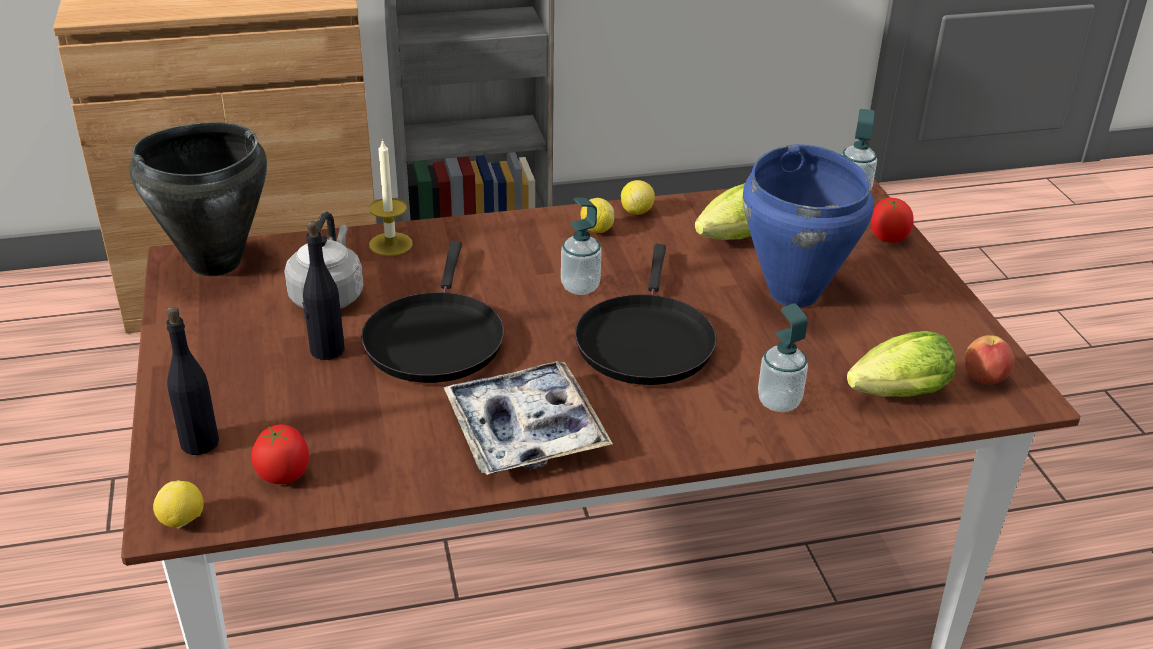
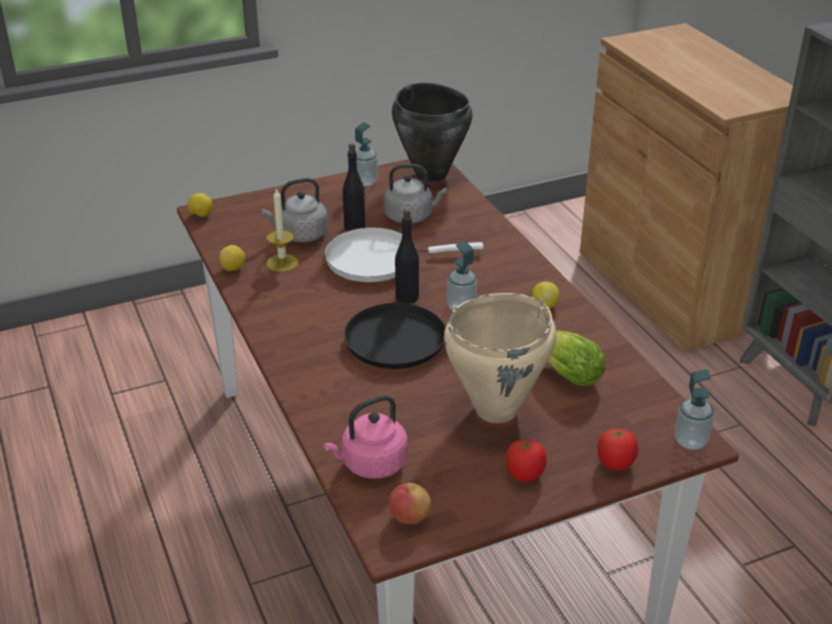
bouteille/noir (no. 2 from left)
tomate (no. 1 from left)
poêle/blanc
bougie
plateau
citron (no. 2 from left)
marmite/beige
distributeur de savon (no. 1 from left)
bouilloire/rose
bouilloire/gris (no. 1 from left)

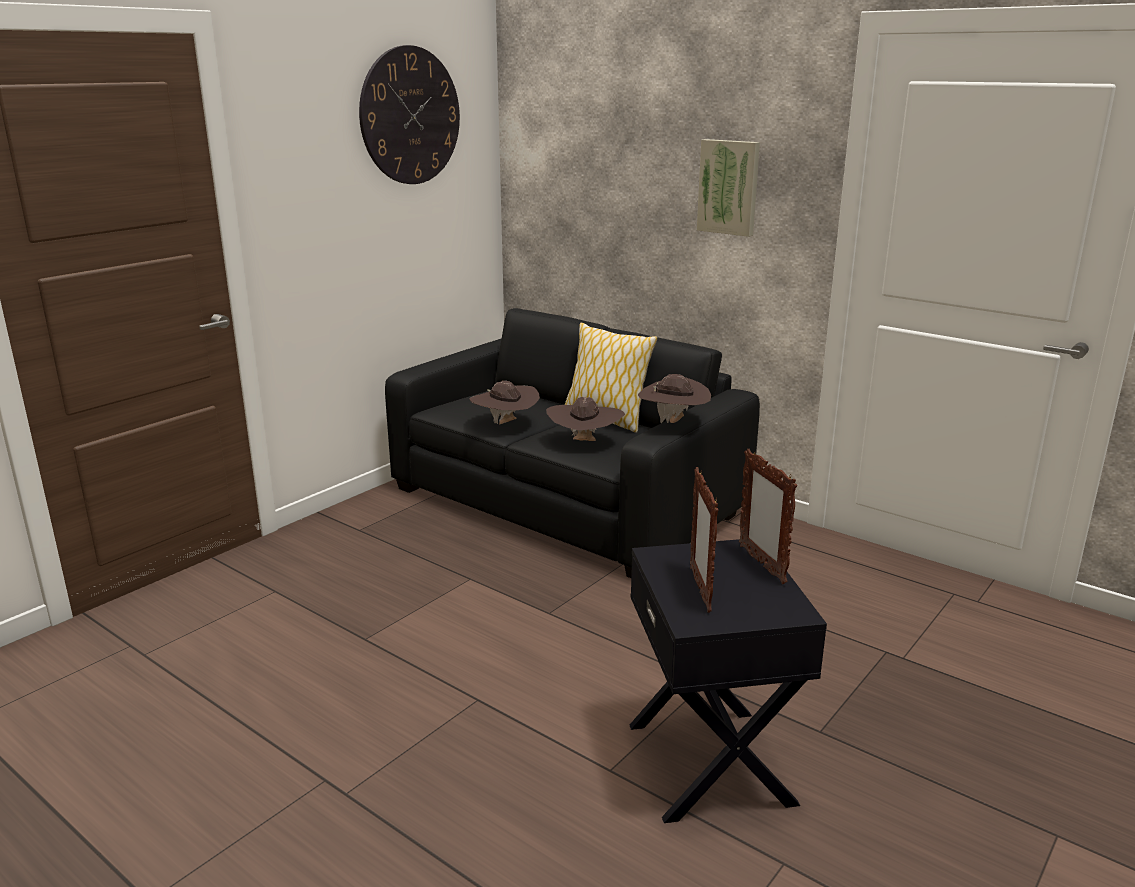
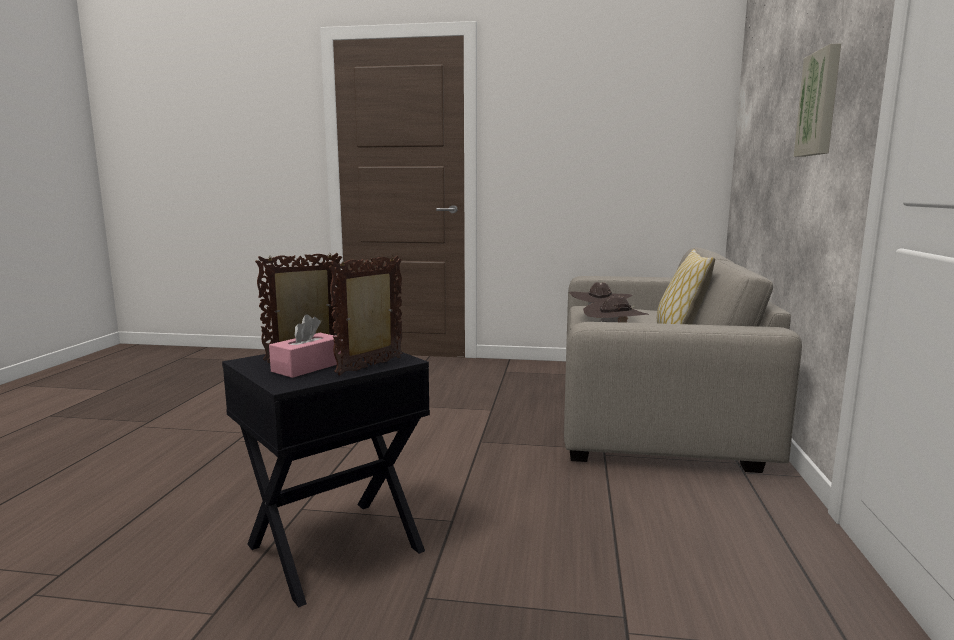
horloge murale
canapé/beige
chapeau/marron (no. 3 from left in the first image)
boîte à mouchoirs/rose

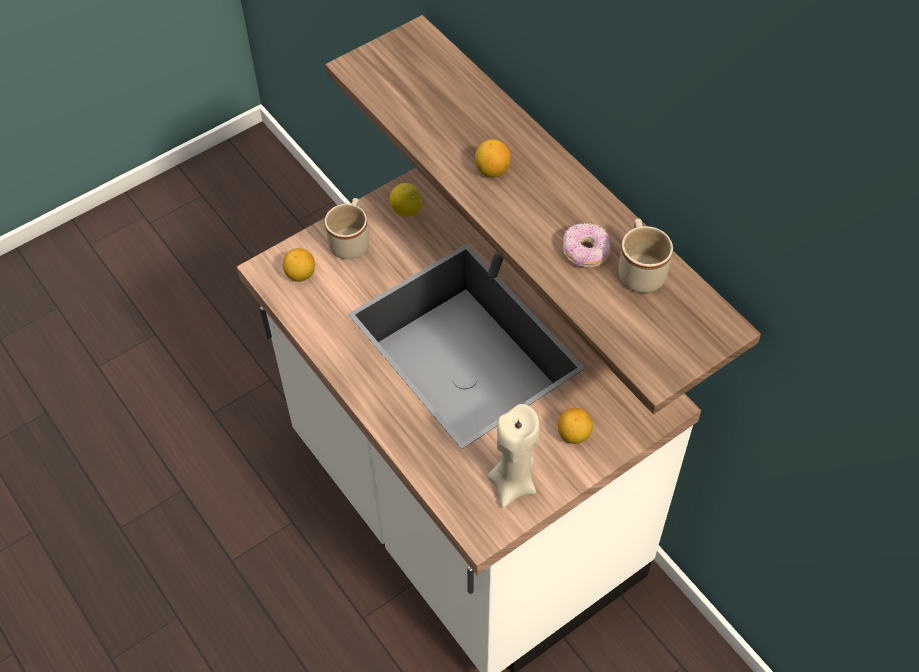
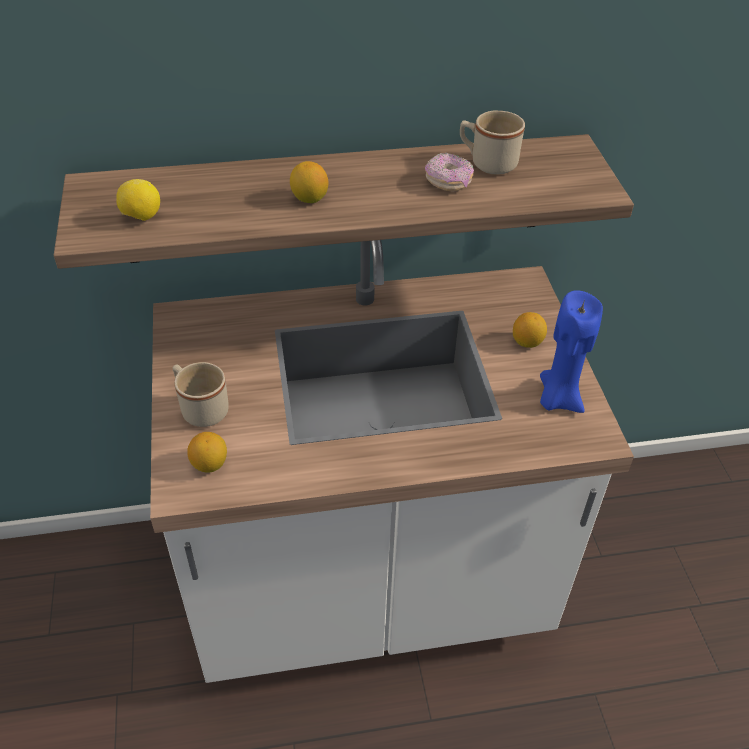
citron (no. 1 from left)
bougie/bleu

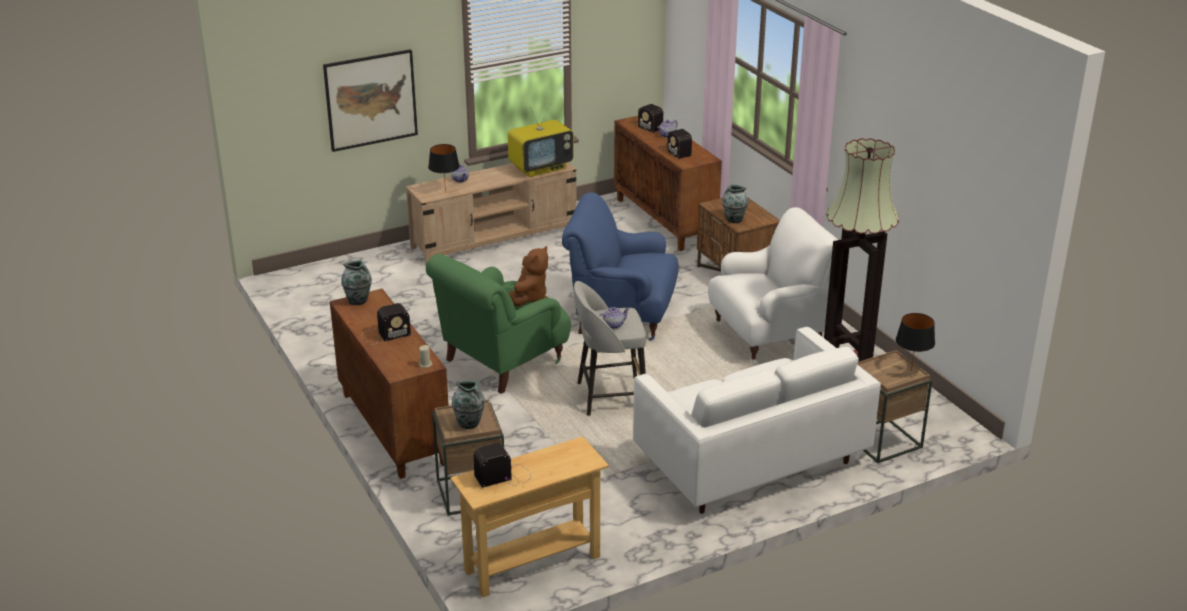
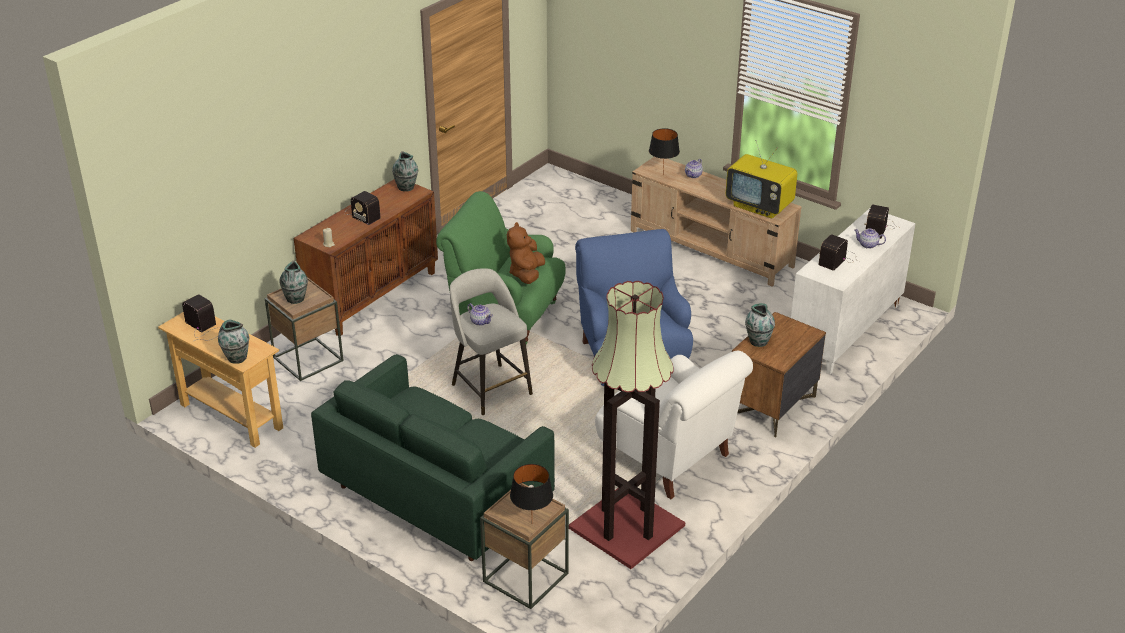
tableau
peluche/marron
meuble de rangement/blanc
canapé/vert
vase (no. 1 from left)

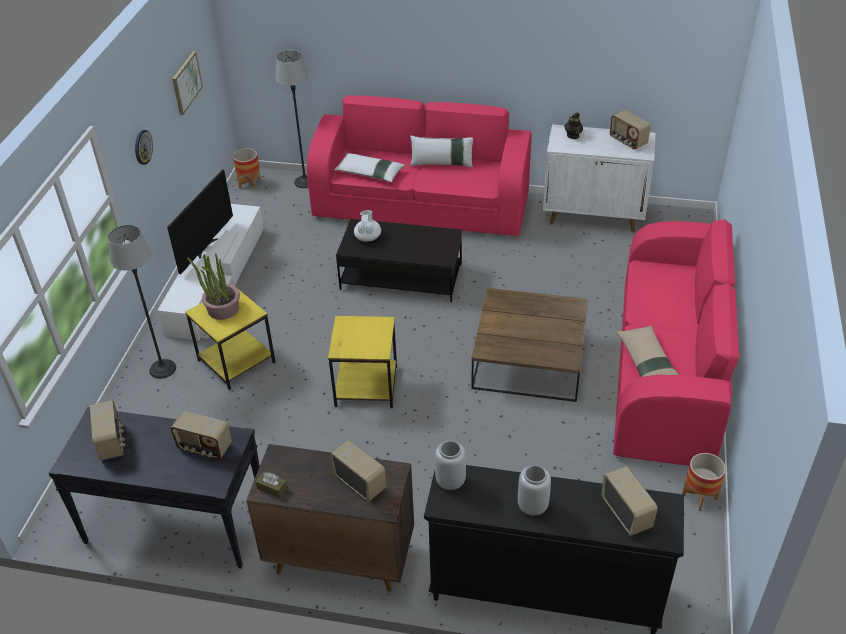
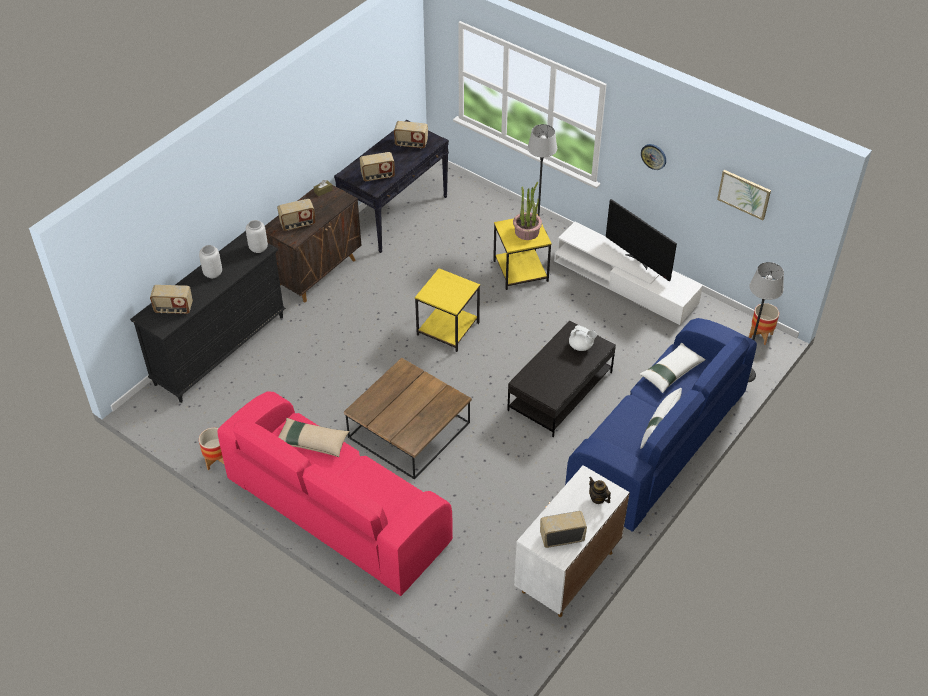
radio (no. 3 from left)
canapé/bleu

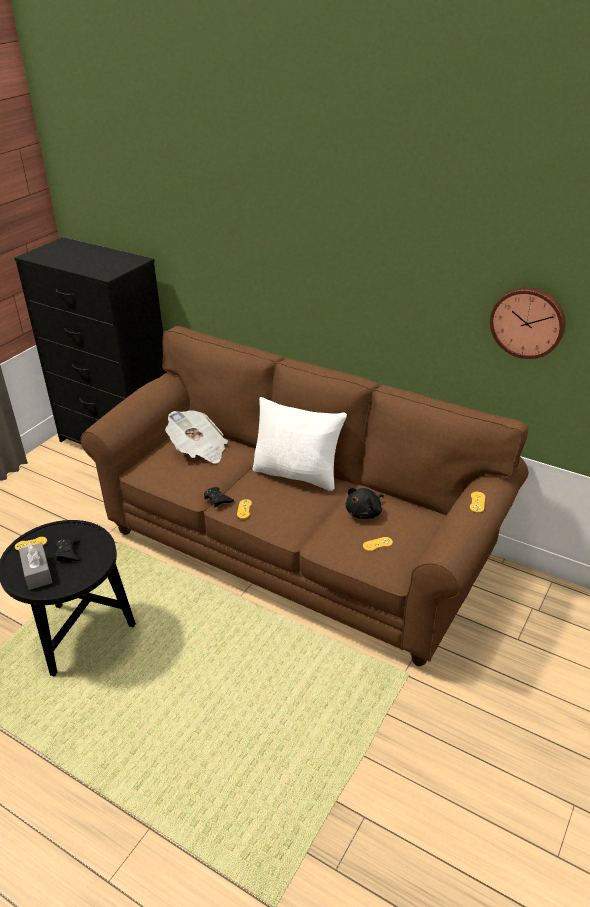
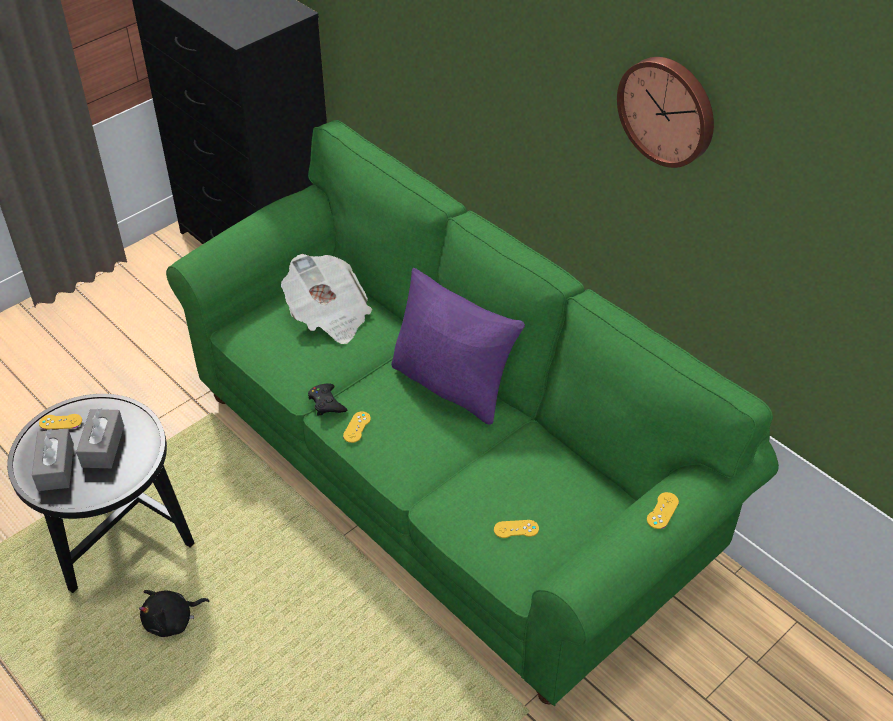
boîte à mouchoirs/gris (no. 2 from left)
canapé/vert
coussin/violet
peluche/noir
horloge murale

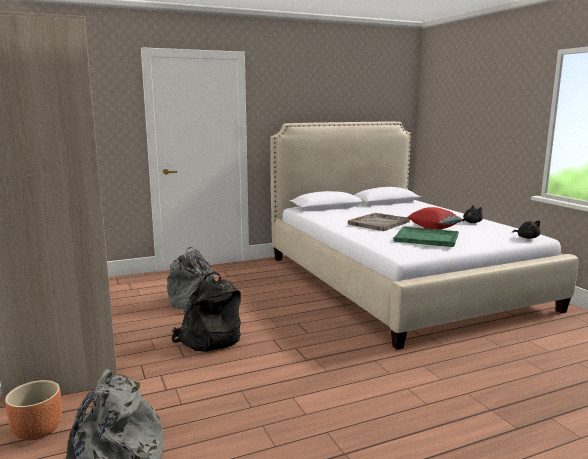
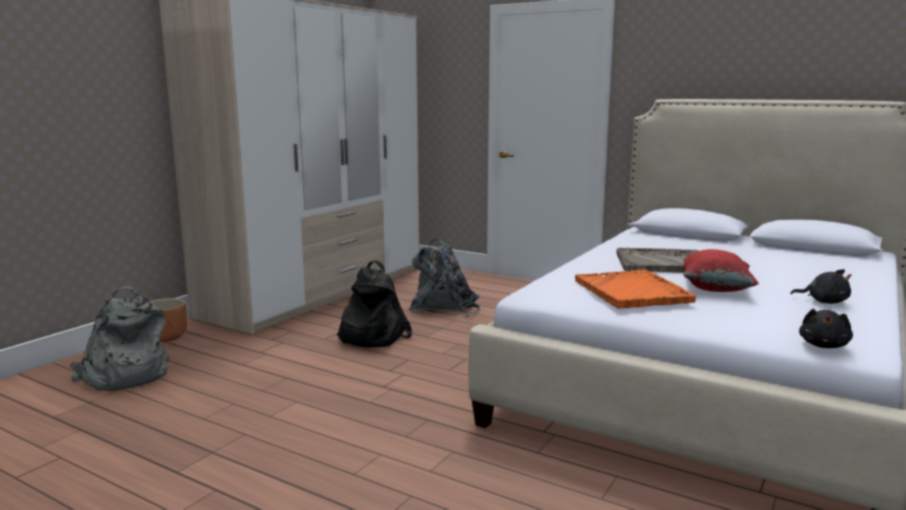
plateau/orange

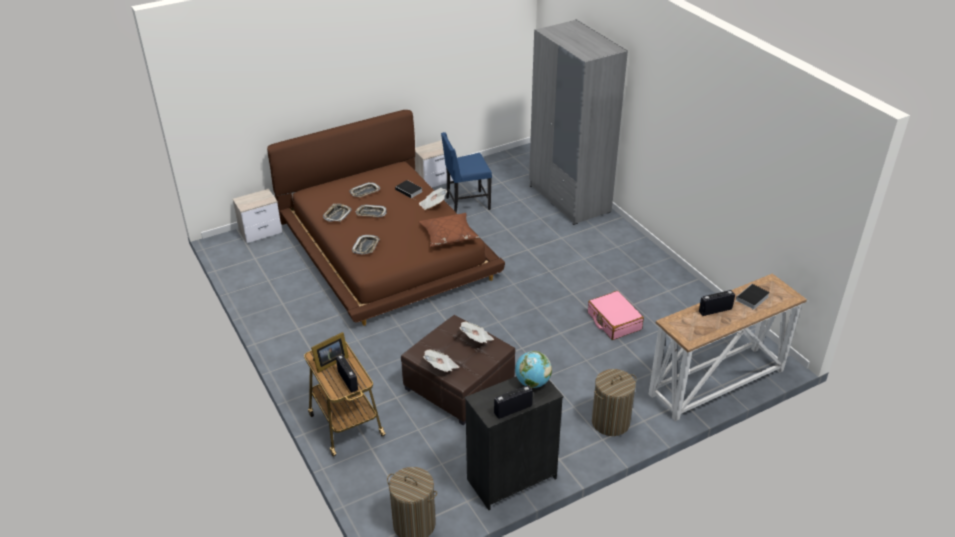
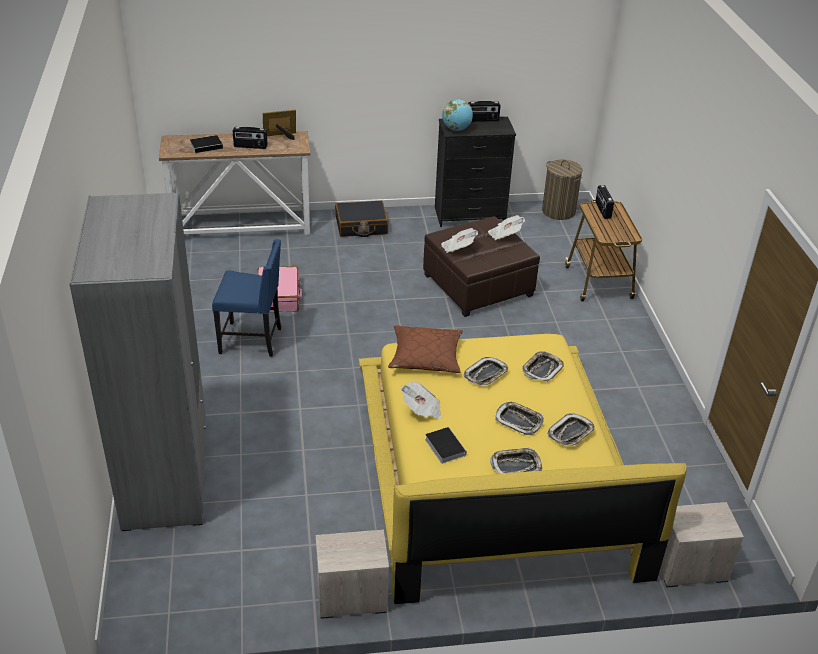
lit/jaune
cadre photo
chaise/bleu
valise/noir
plateau (no. 1 from left)

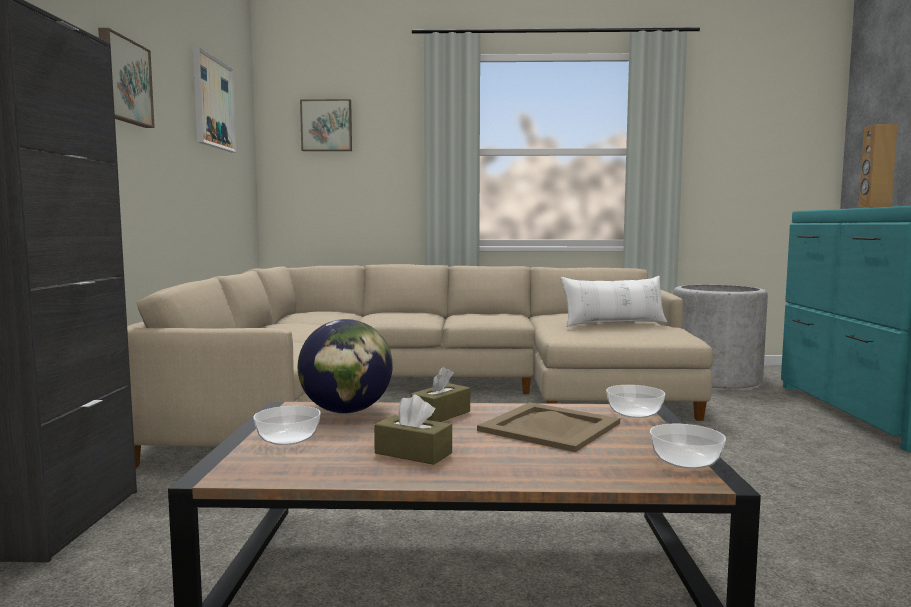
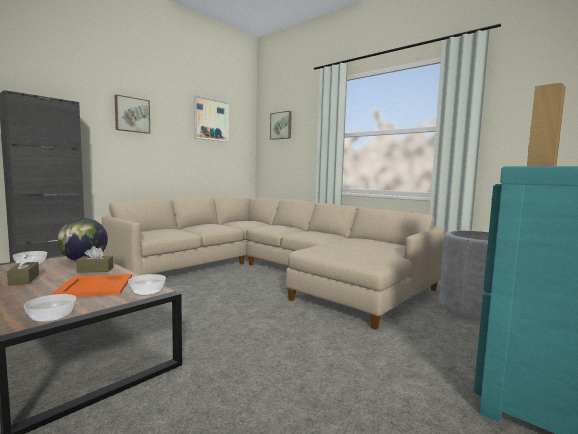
plateau/orange
coussin/blanc

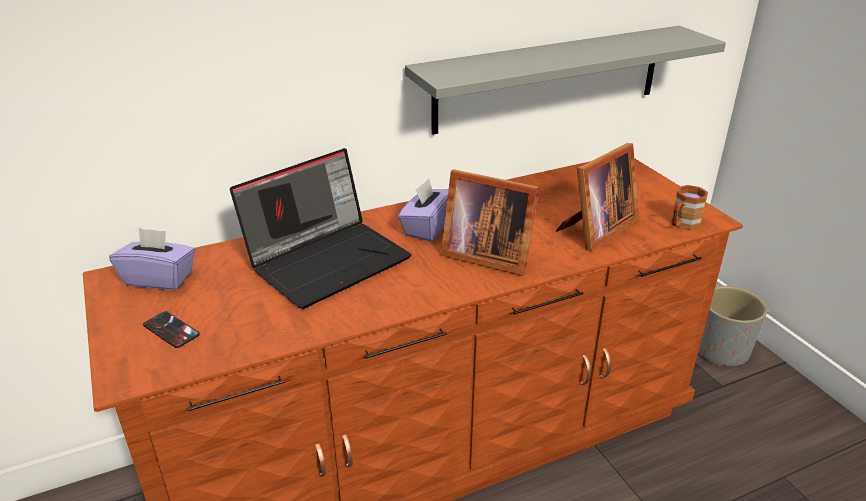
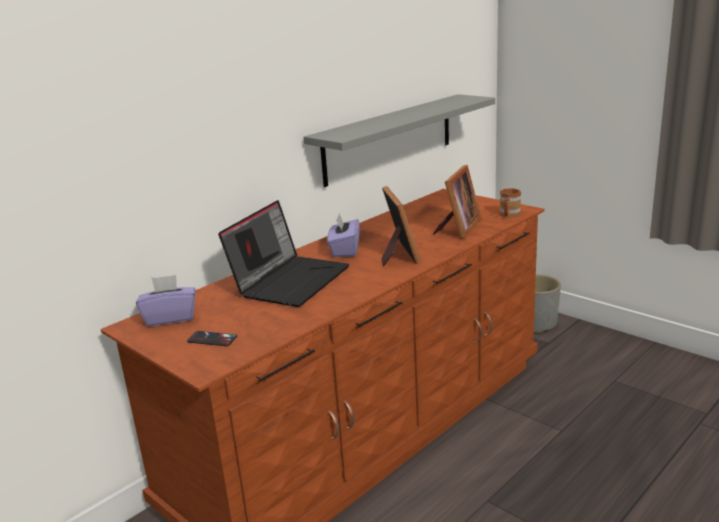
cadre photo (no. 1 from left)

